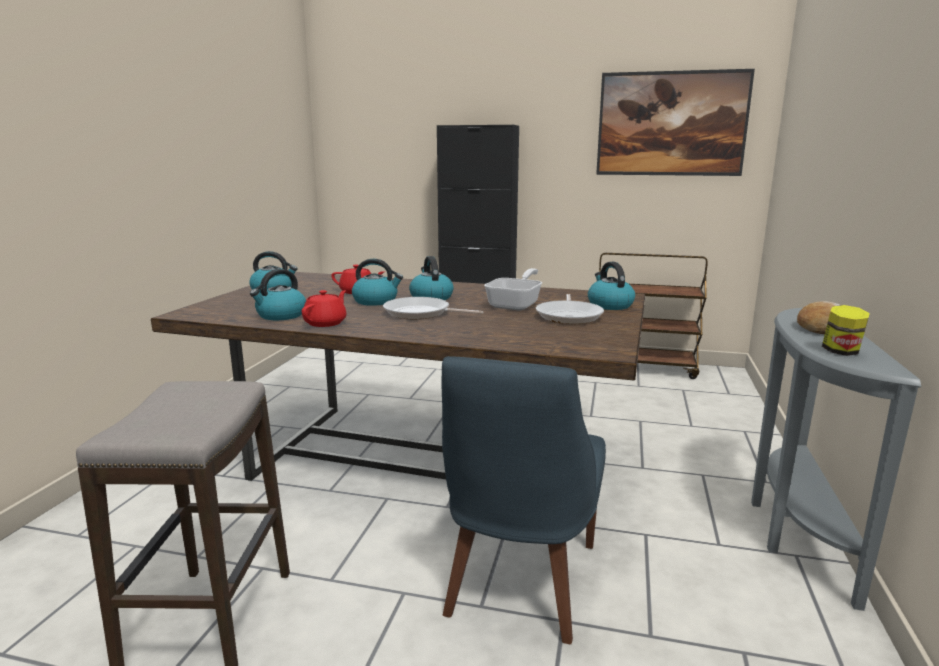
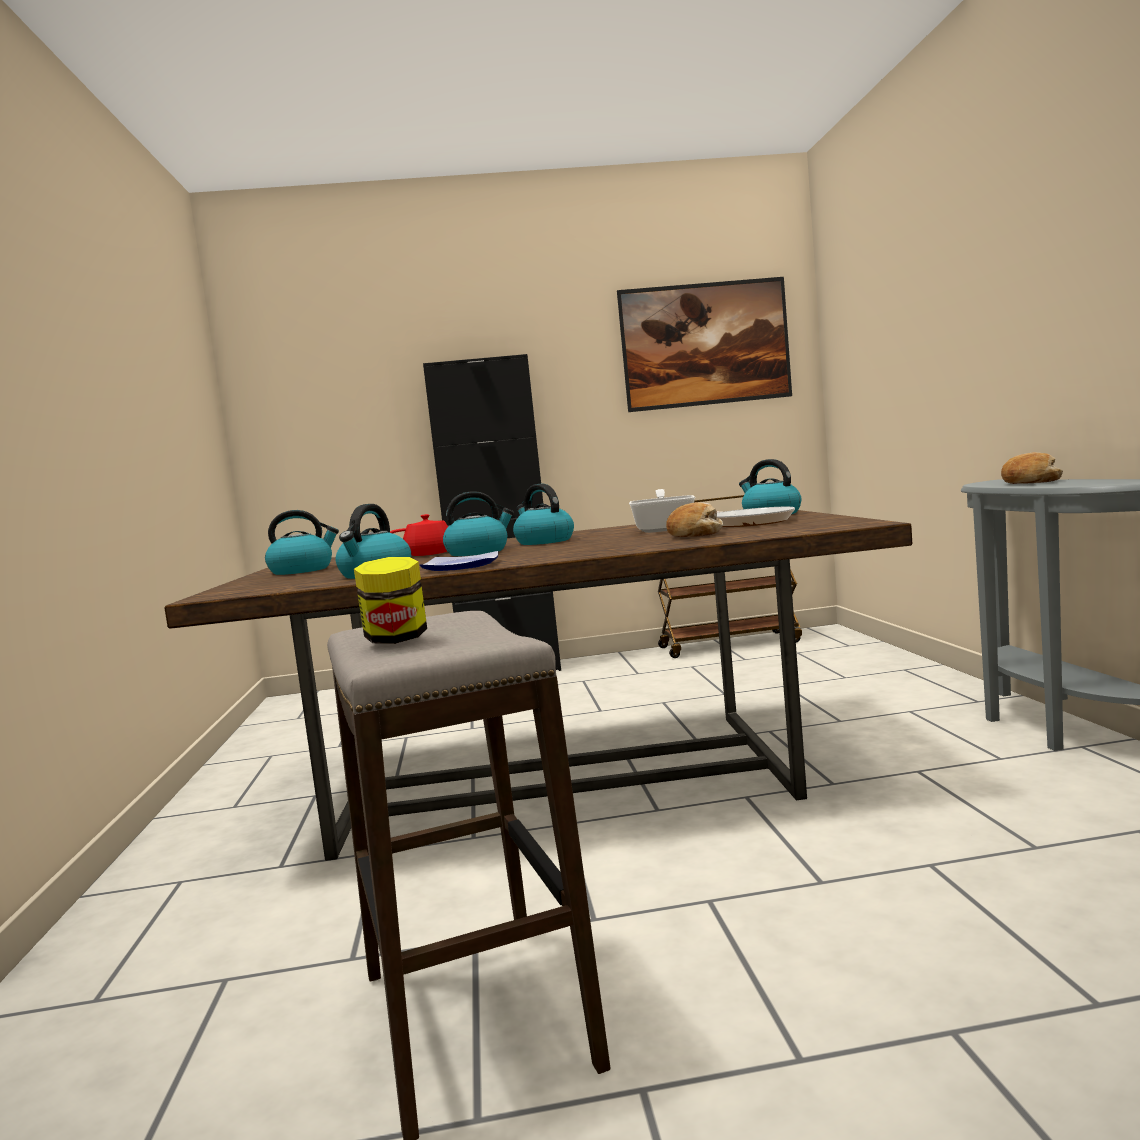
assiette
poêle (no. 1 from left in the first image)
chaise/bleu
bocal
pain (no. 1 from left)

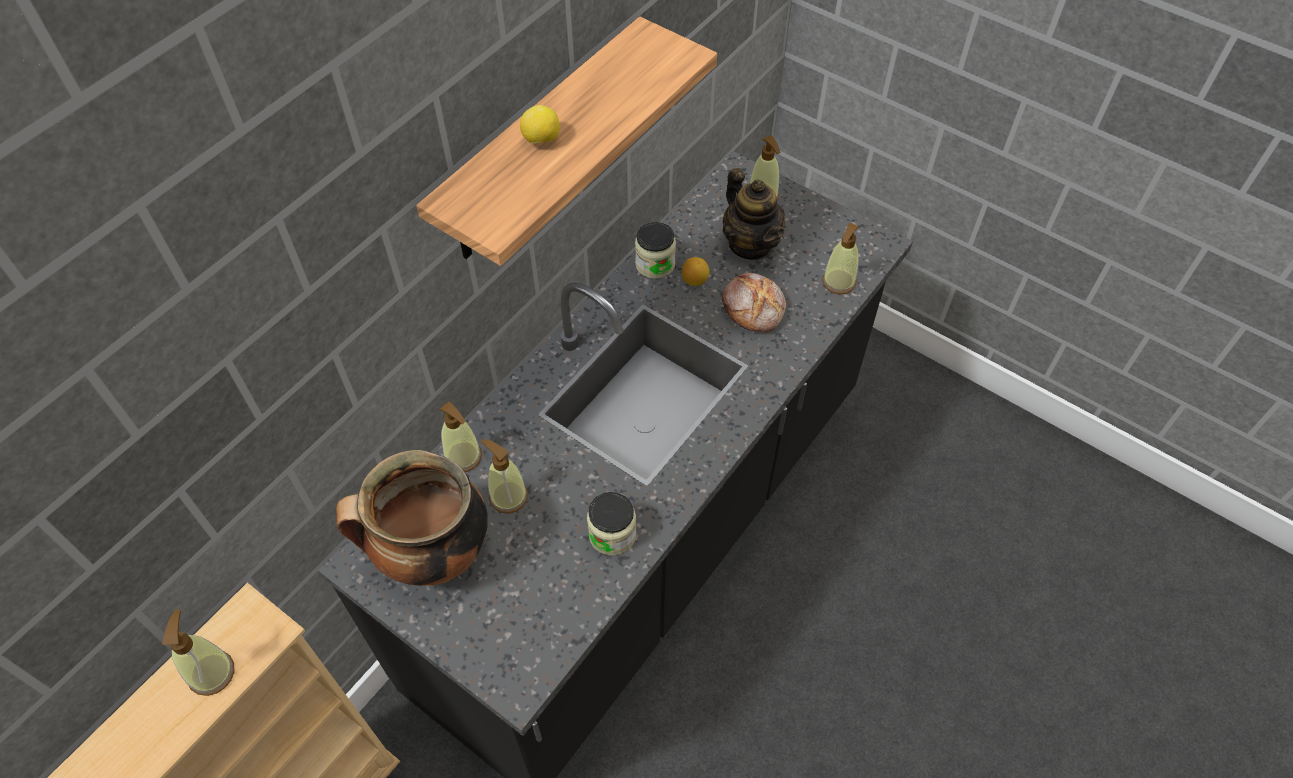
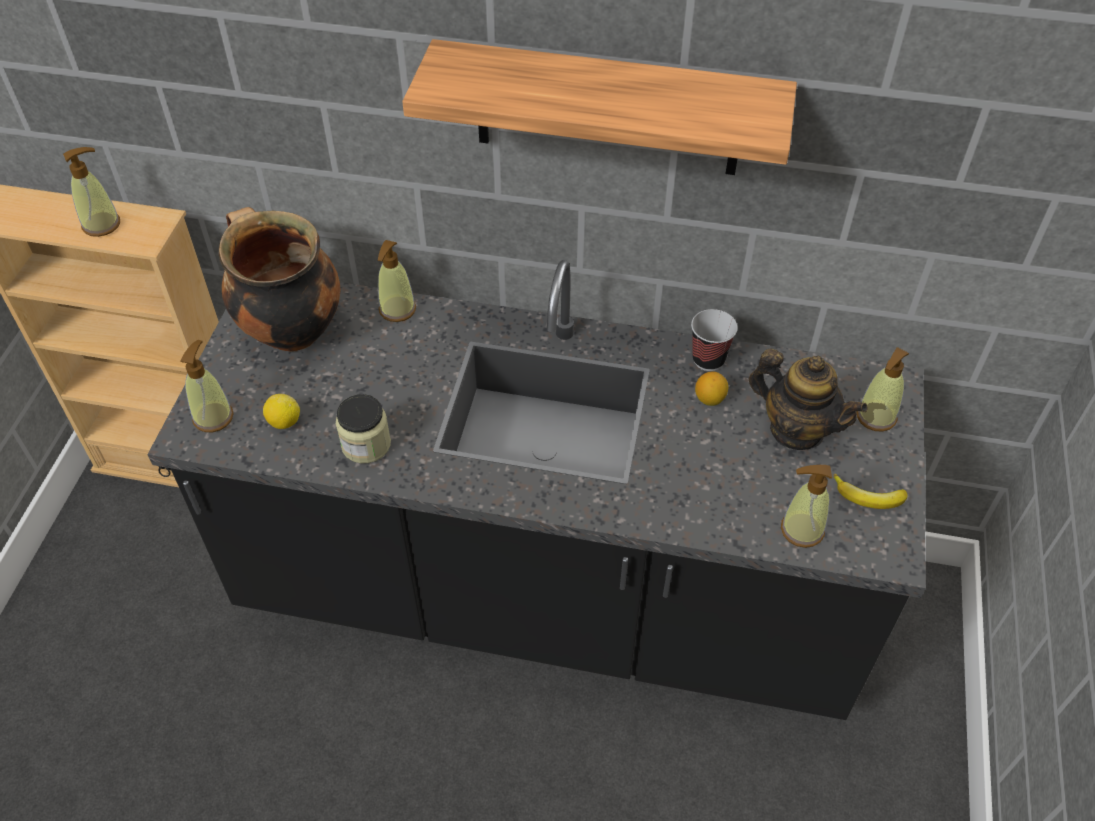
distributeur de savon (no. 2 from left)
citron (no. 1 from left)
tasse
pain
théière
banane

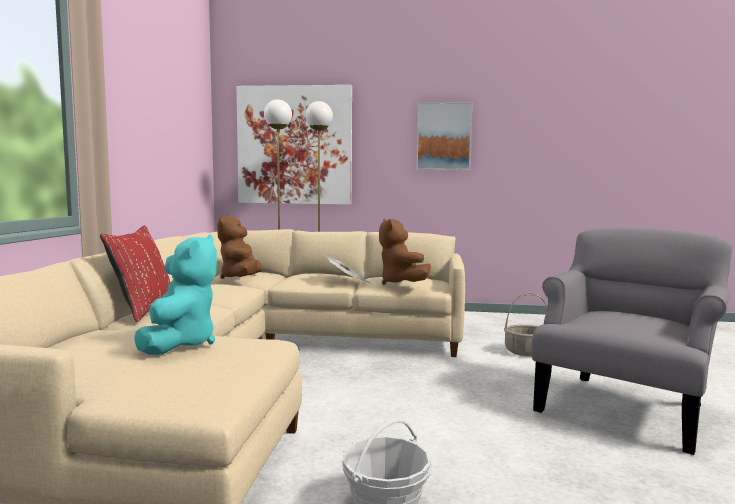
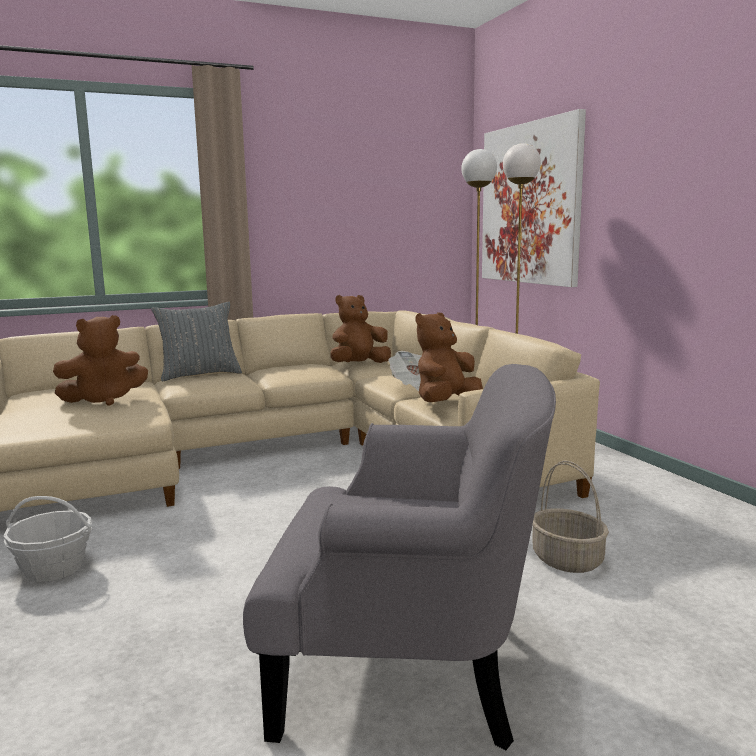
coussin/gris
peluche/marron (no. 1 from left)
tableau (no. 2 from left in the first image)

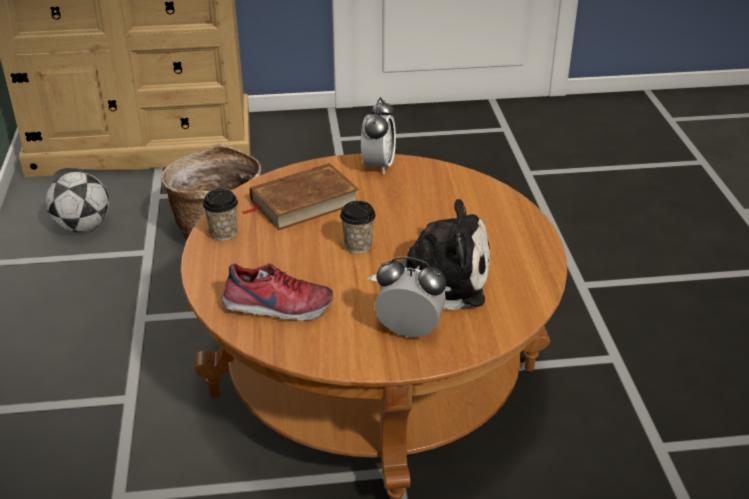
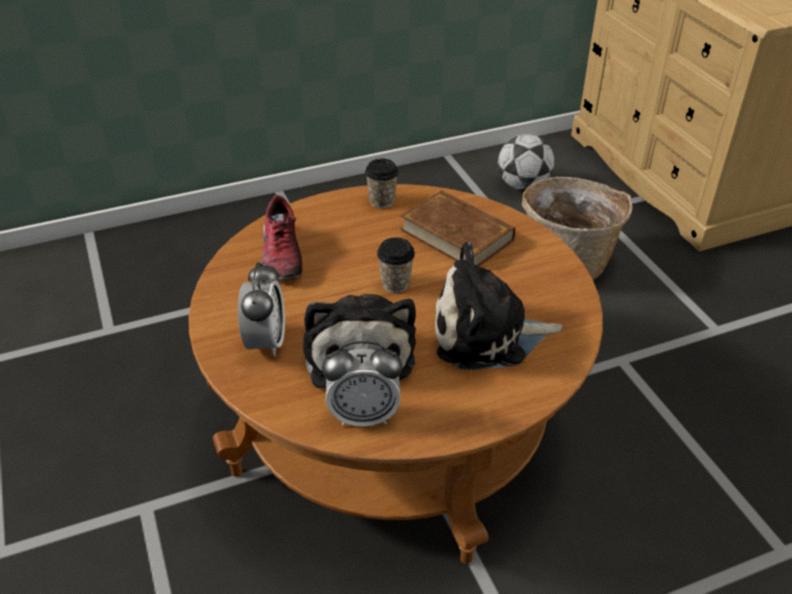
réveil (no. 2 from left)
peluche (no. 2 from left)

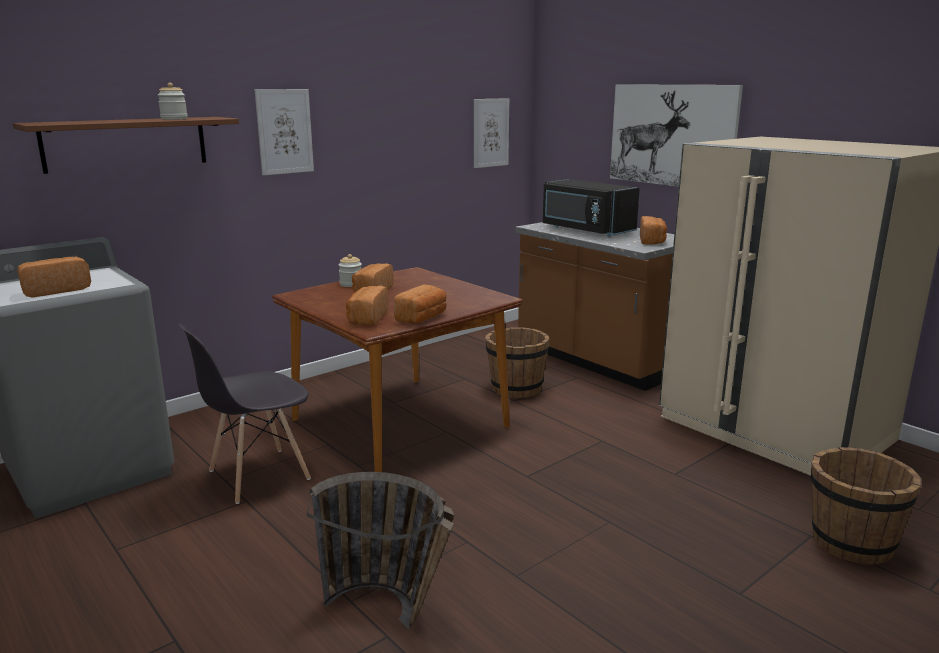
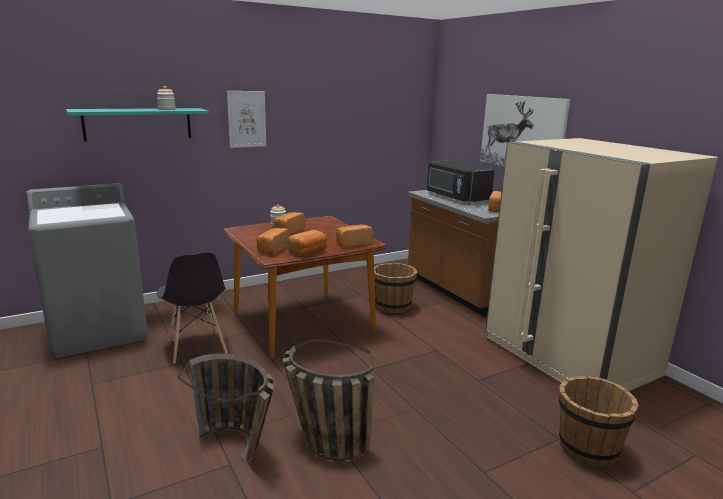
étagère/turquoise
pain (no. 4 from left)
chaise/gris
tableau (no. 2 from left in the first image)
panier (no. 2 from left)

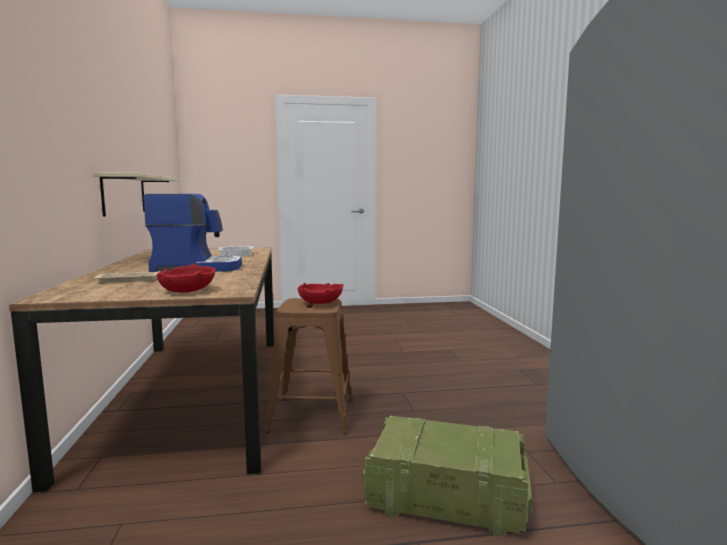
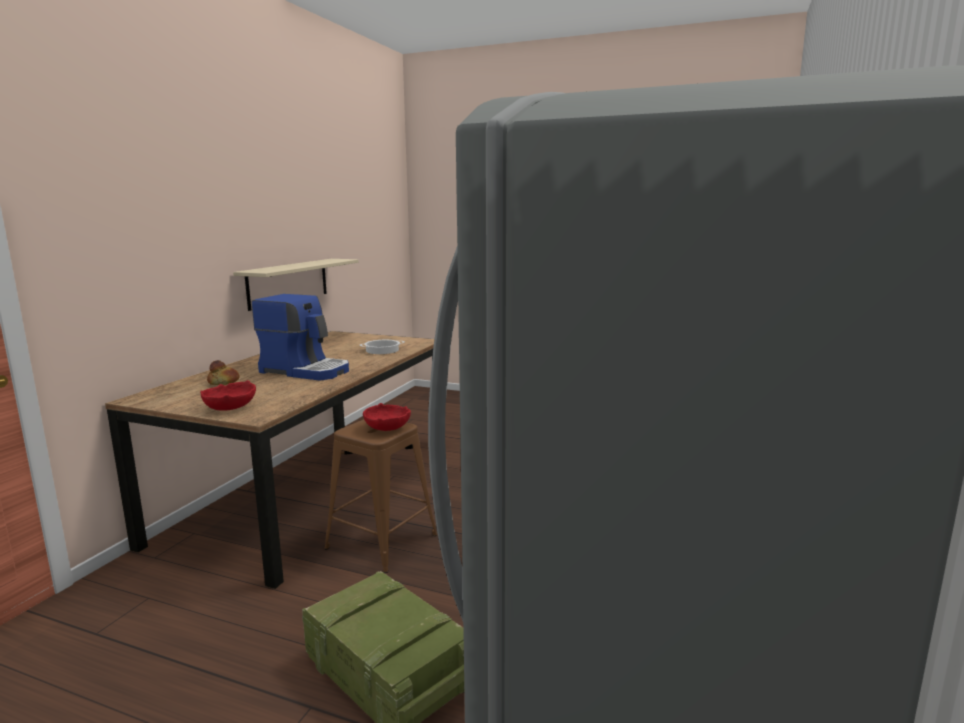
pain

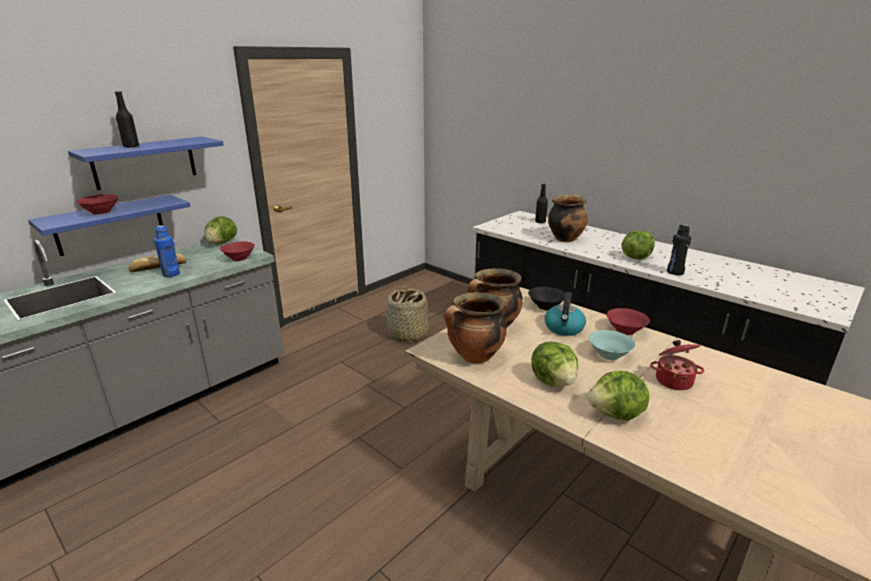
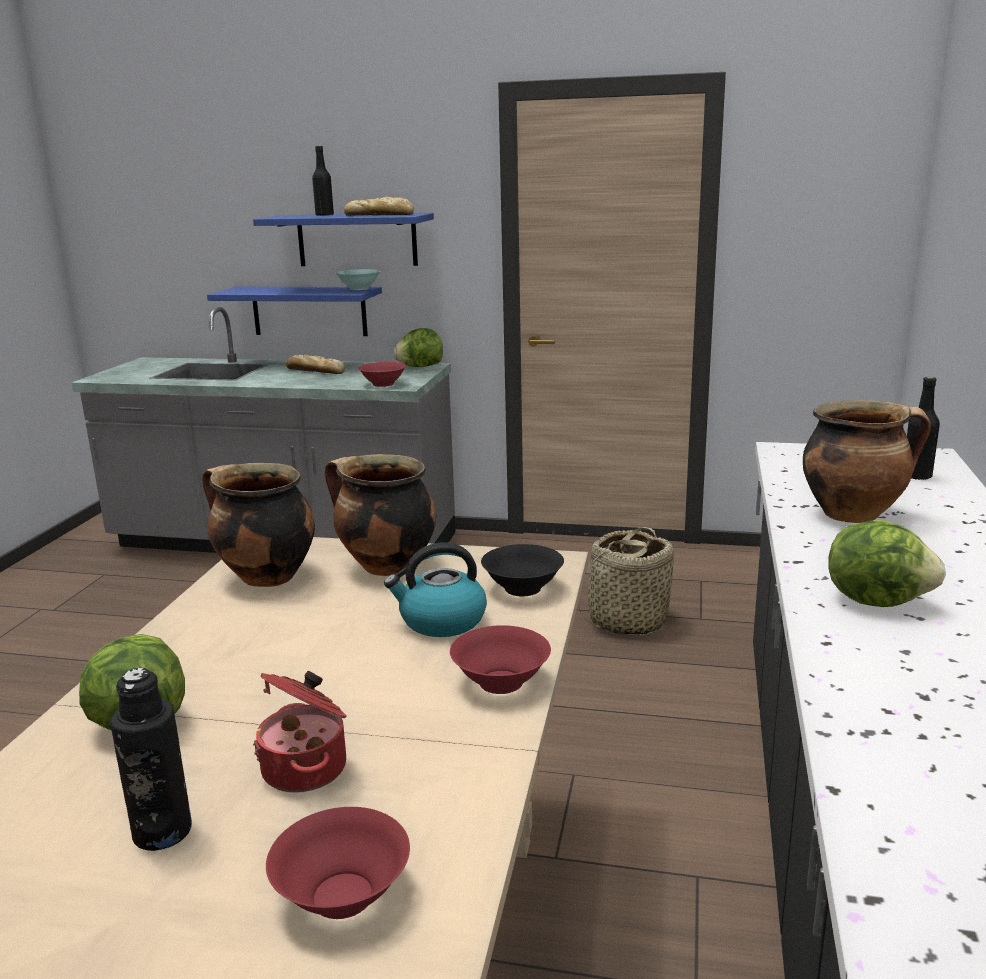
bol/rouge (no. 1 from left)
bouteille/bleu
laitue (no. 2 from left in the first image)
bol/turquoise
bouteille/noir (no. 1 from left)
pain (no. 2 from left)

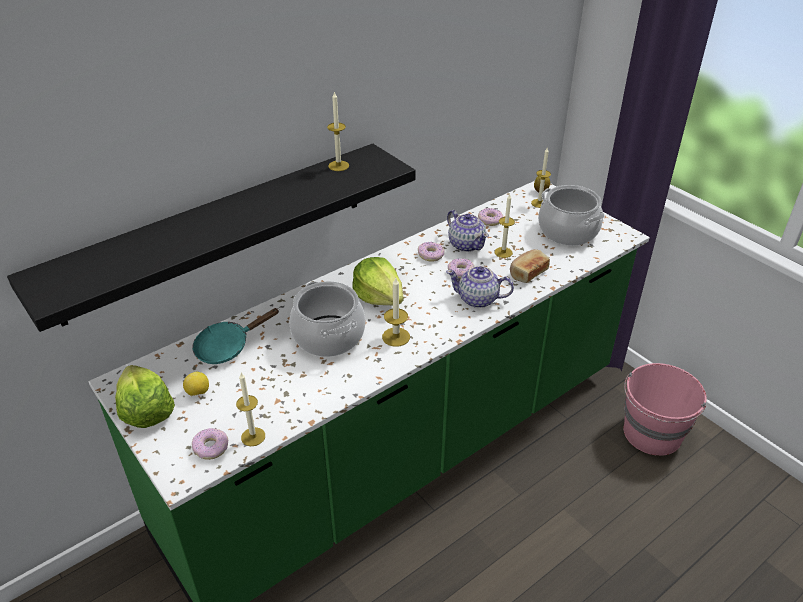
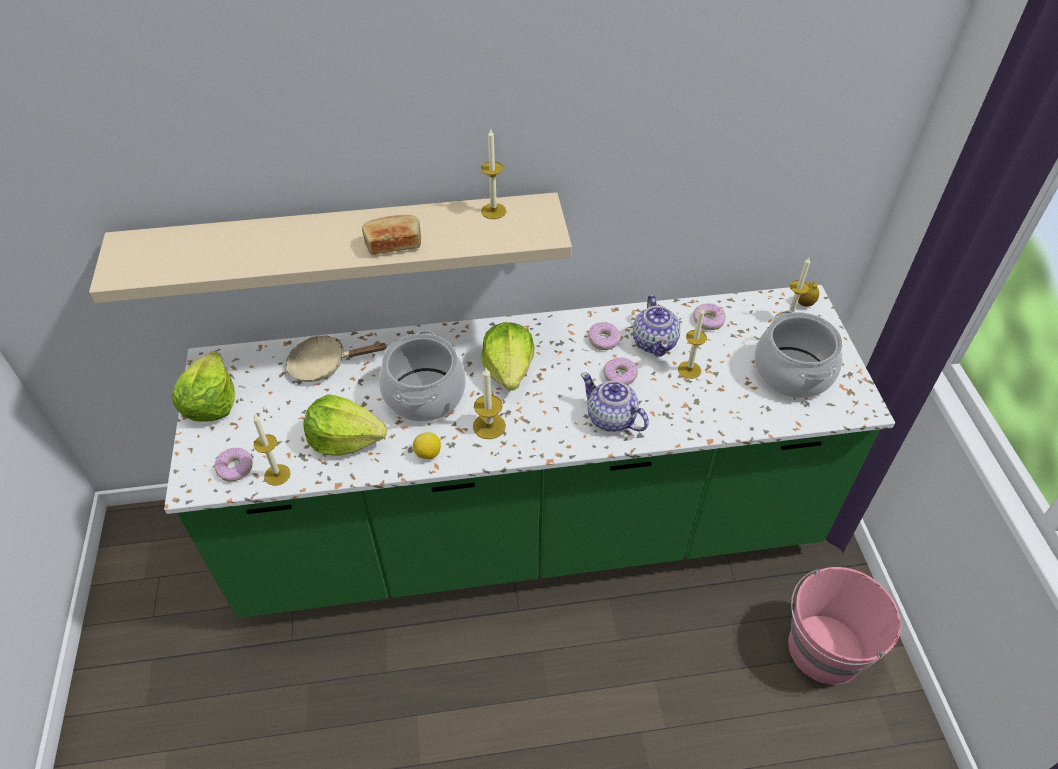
étagère/beige
citron (no. 1 from left)
poêle/beige
pain
laitue (no. 2 from left)

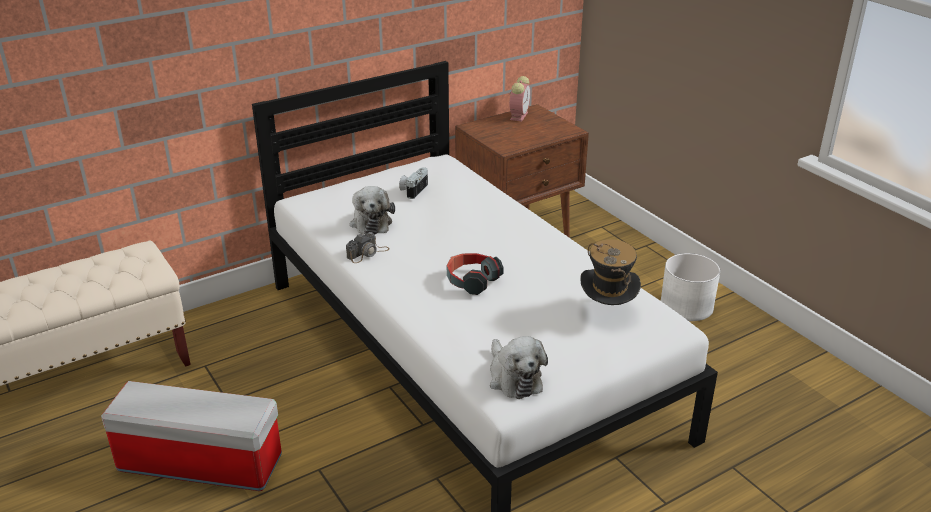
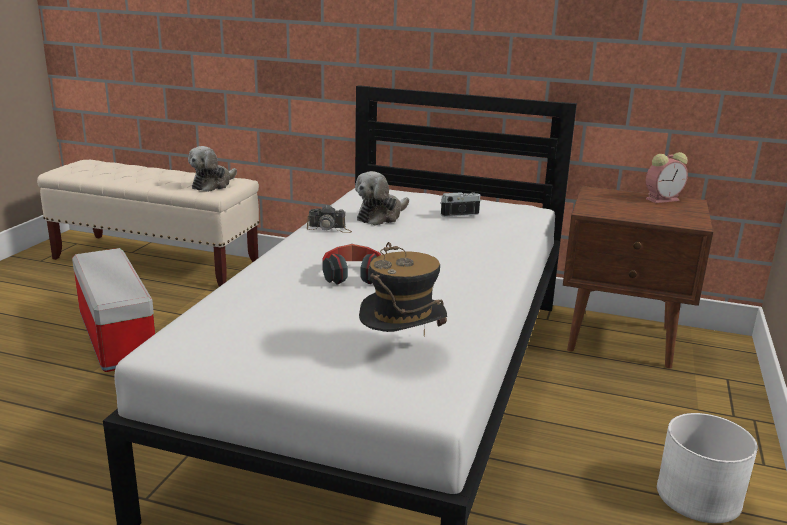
peluche (no. 1 from left)

